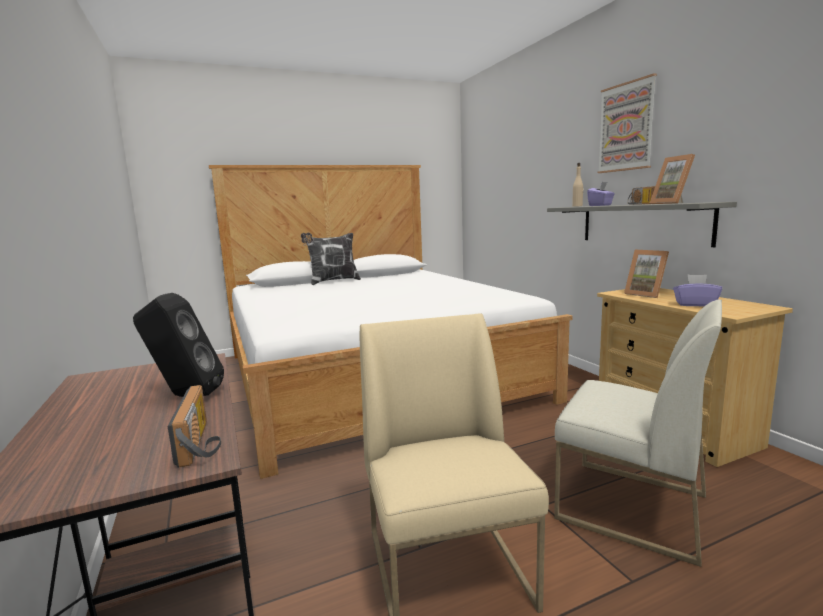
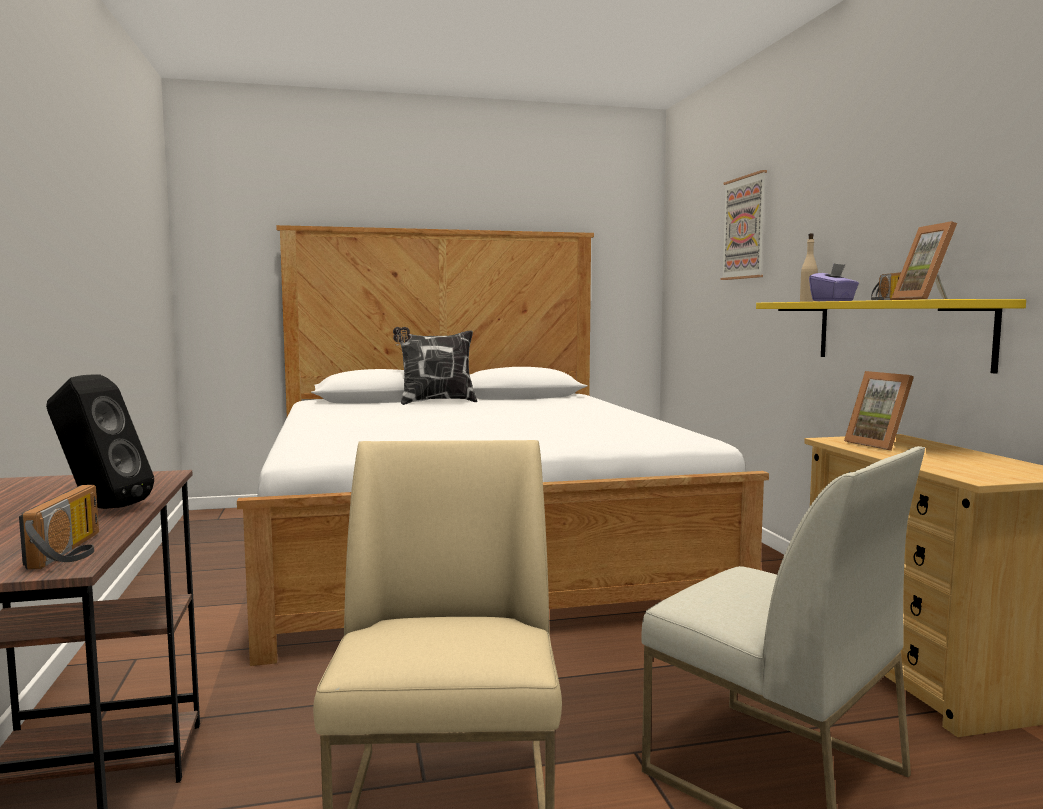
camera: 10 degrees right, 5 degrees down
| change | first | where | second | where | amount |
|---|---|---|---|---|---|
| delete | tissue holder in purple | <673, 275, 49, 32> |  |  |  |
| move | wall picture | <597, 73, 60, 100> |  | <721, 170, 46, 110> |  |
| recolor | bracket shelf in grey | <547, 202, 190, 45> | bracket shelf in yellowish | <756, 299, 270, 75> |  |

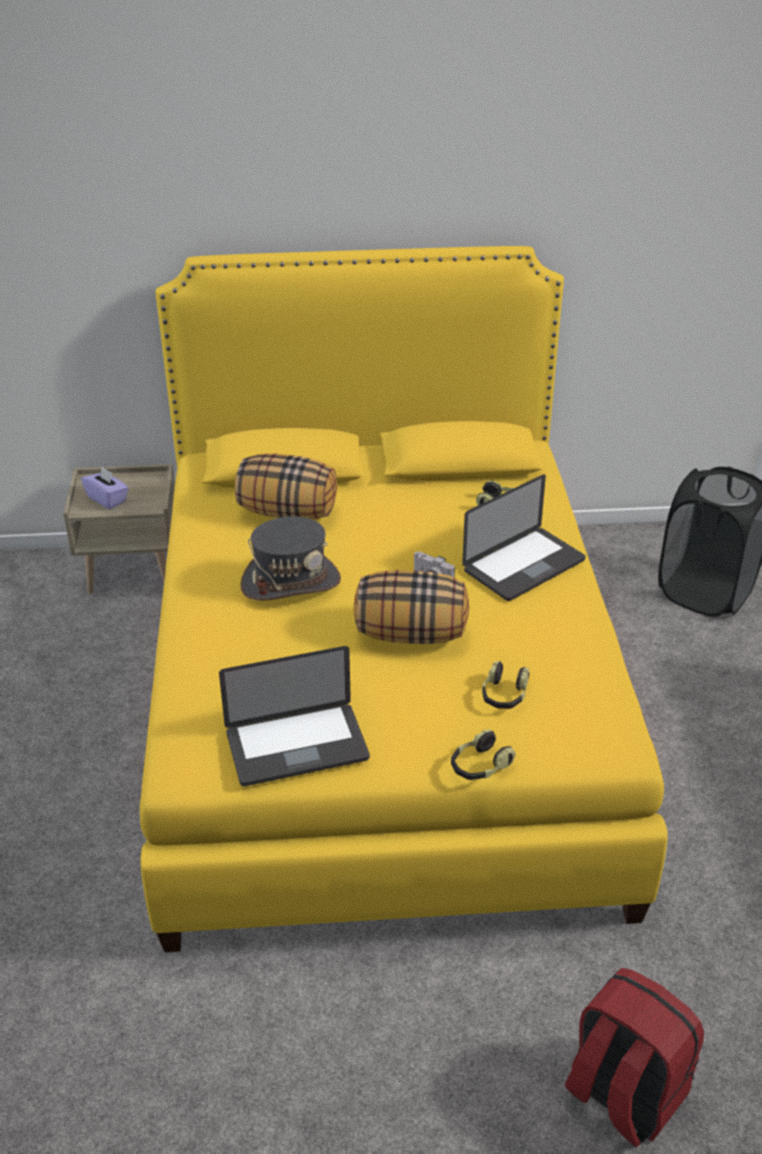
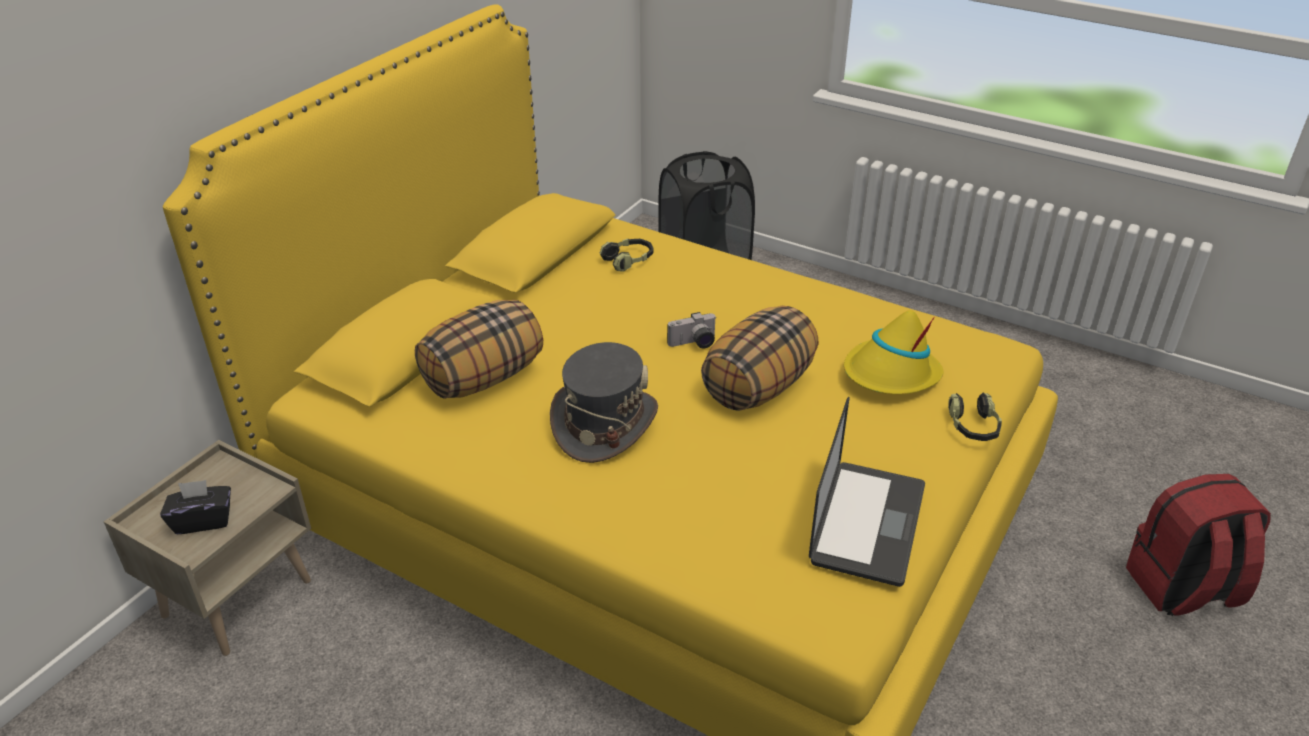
camera: 55 degrees left, 0 degrees up
| change | first | where | second | where | amount |
|---|---|---|---|---|---|
| delete | portable computer | <462, 474, 123, 127> |  |  |  |
| replace | pair of headphones | <482, 661, 47, 48> | clothing hat in yellowish | <844, 310, 100, 85> |  |
| recolor | tissue holder in purple | <81, 467, 48, 42> | tissue holder in blackish | <160, 480, 71, 54> |  |

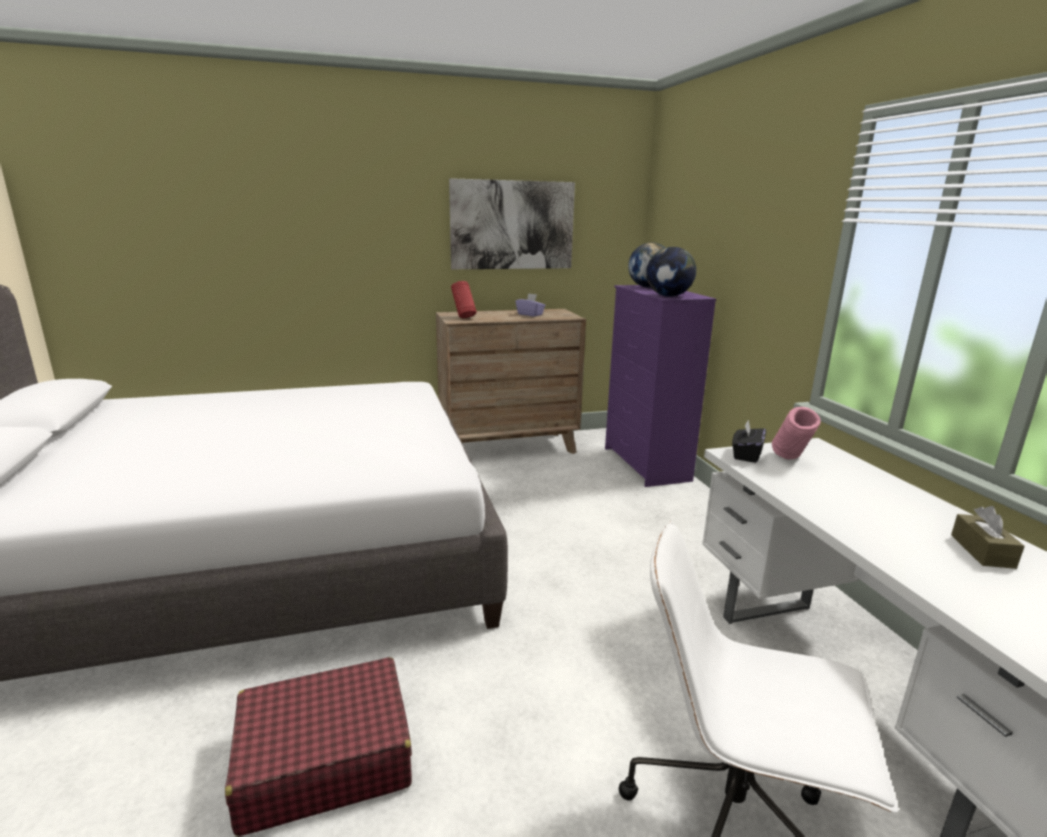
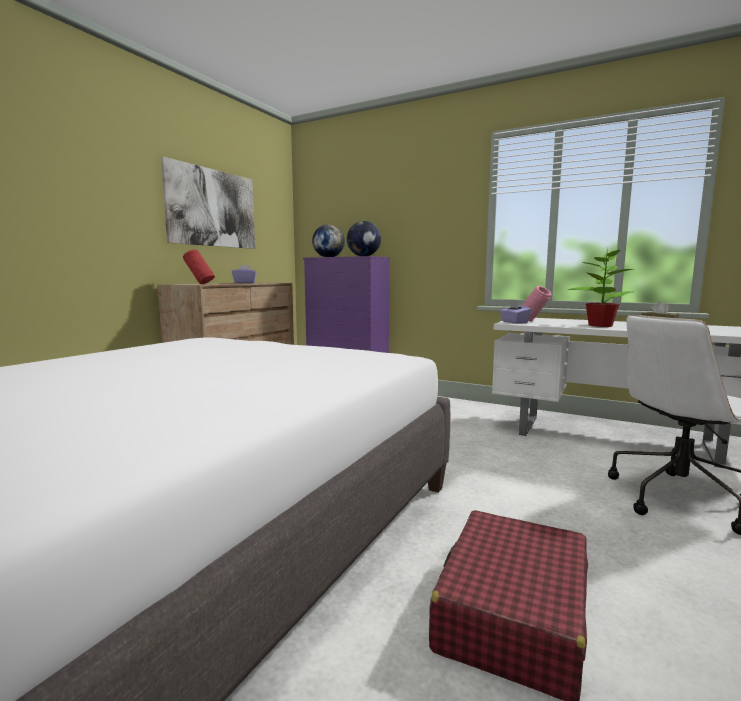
camera: 45 degrees left, 10 degrees down
| change | first | where | second | where | amount |
|---|---|---|---|---|---|
| insert |  |  | plant in a pot | <567, 247, 67, 80> |  |
| recolor | tissue holder in blackish | <732, 419, 34, 44> | tissue holder in purple | <500, 301, 31, 23> |  |

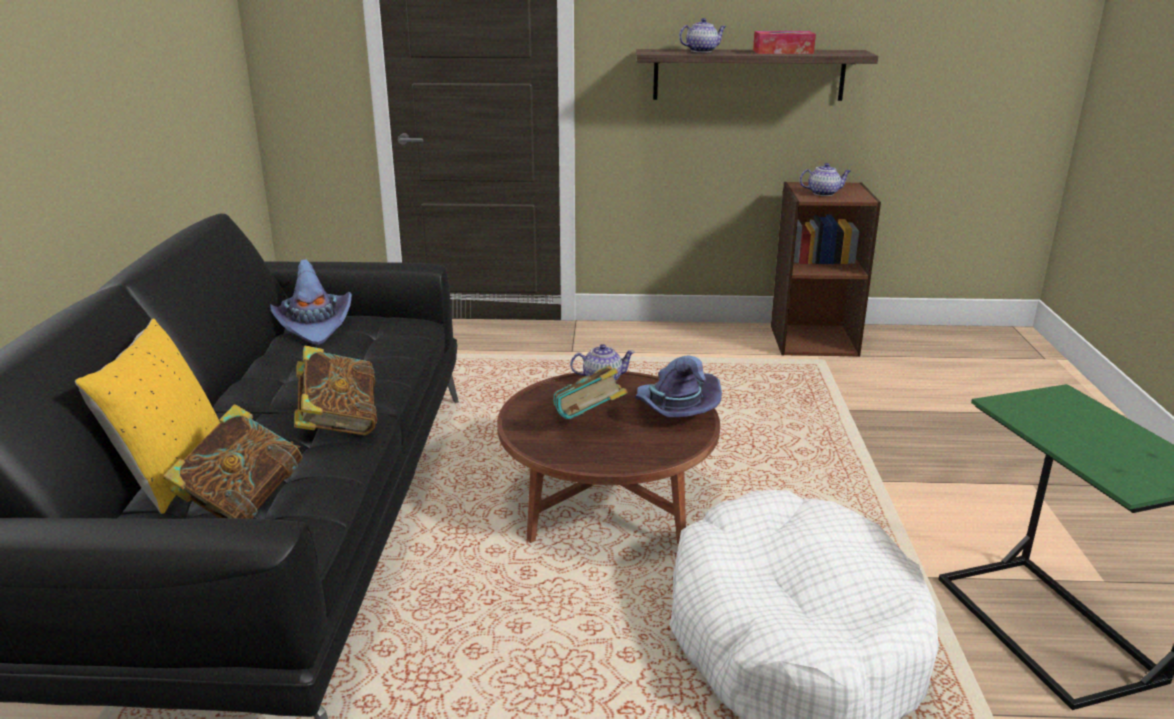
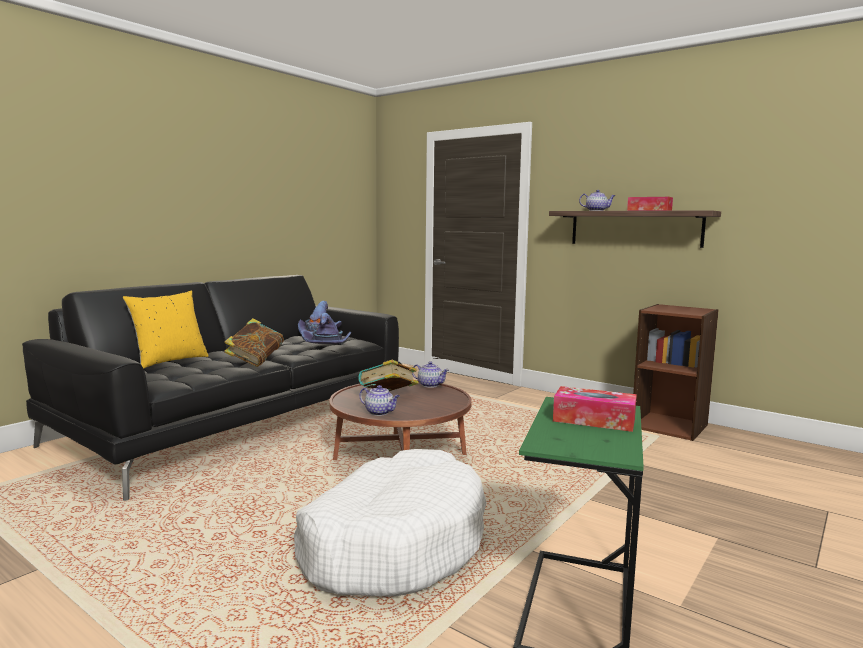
camera: 35 degrees right, 15 degrees down
| change | first | where | second | where | amount |
|---|---|---|---|---|---|
| delete | volume | <163, 404, 139, 115> |  |  |  |
| insert |  |  | tissue holder | <553, 386, 84, 46> |  |
| move | clothing hat in purple | <635, 356, 87, 61> |  | <302, 313, 49, 31> |  |
| move | tea pot | <800, 163, 51, 33> |  | <359, 385, 41, 31> |  |

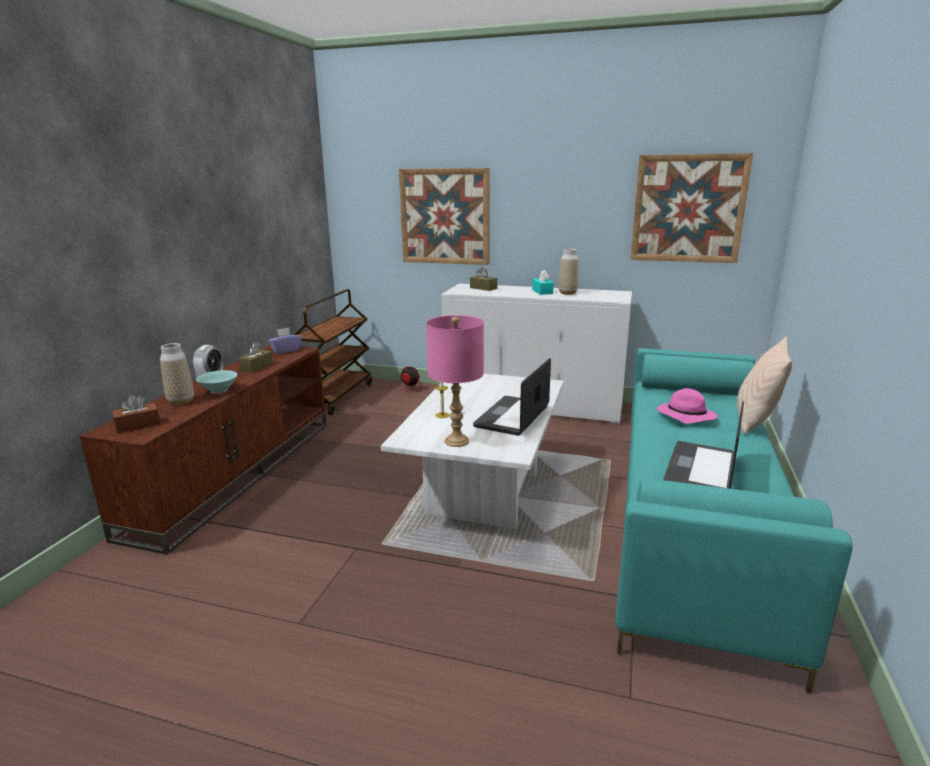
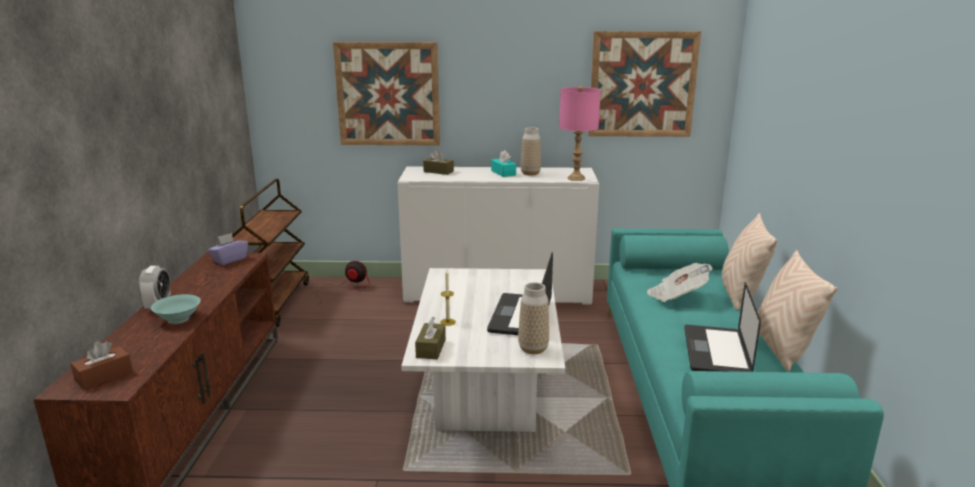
camera: 15 degrees left, 0 degrees up
| change | first | where | second | where | amount |
|---|---|---|---|---|---|
| insert |  |  | cushion in beige-coloured | <758, 250, 80, 121> |  |
| move | vase | <160, 343, 34, 62> |  | <518, 282, 31, 72> |  |
| move | tissue holder in brownish | <238, 342, 35, 30> |  | <415, 316, 31, 43> |  |
| move | tabletop lamp in pink-coloured | <426, 315, 58, 132> |  | <559, 86, 42, 95> |  |
| replace | clothing hat in pink-coloured | <657, 388, 61, 36> | newspaper | <647, 263, 66, 39> |  |

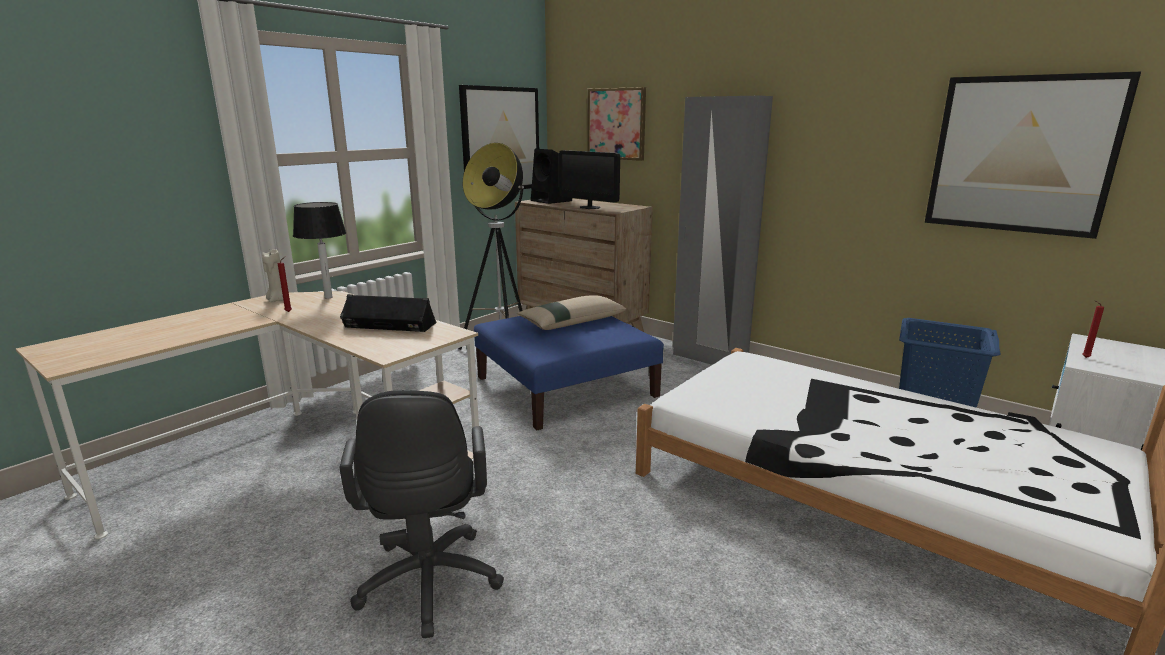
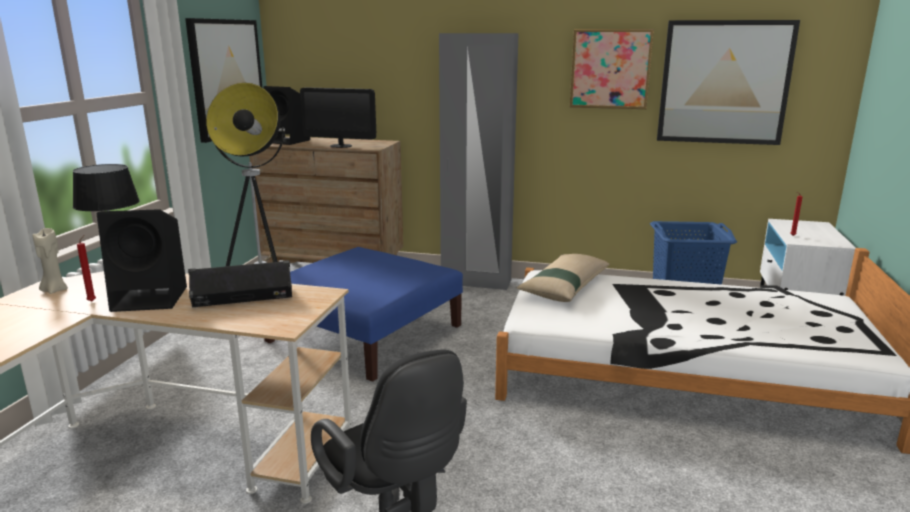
camera: 25 degrees left, 0 degrees up
| change | first | where | second | where | amount |
|---|---|---|---|---|---|
| insert |  |  | loudspeaker in blackish | <97, 209, 90, 103> |  |
| move | cushion in beige-coloured | <517, 295, 109, 35> |  | <517, 254, 93, 48> |  |
| move | wall picture | <587, 87, 59, 74> |  | <570, 29, 84, 80> |  |

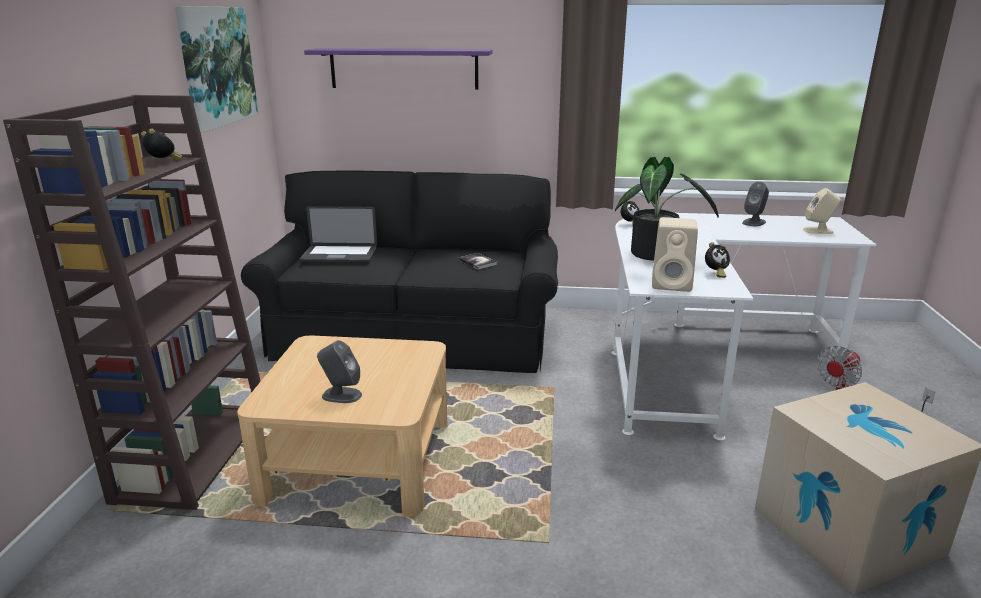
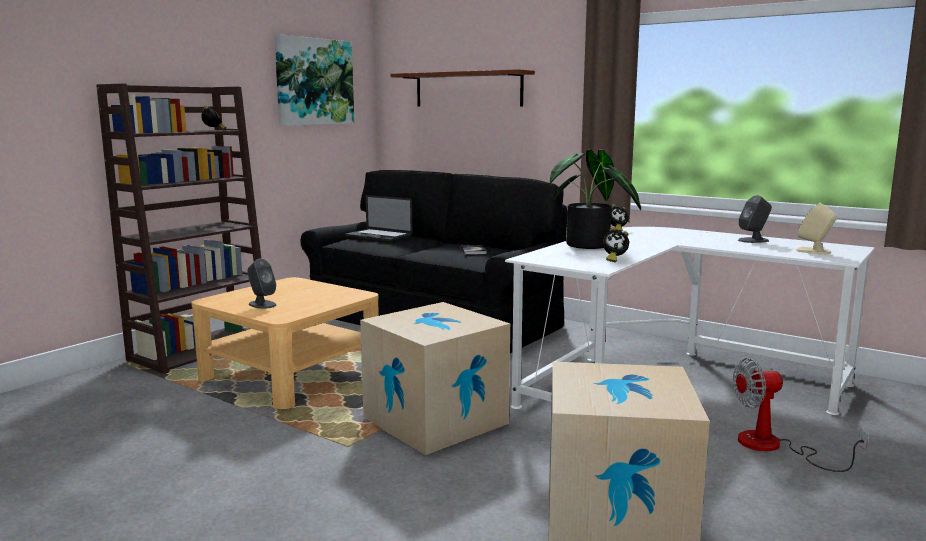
camera: 30 degrees right, 10 degrees down
| change | first | where | second | where | amount |
|---|---|---|---|---|---|
| delete | loudspeaker in beige-coloured | <652, 217, 46, 75> |  |  |  |
| insert |  |  | cardboard box | <360, 302, 150, 153> |  |
| recolor | bracket shelf in purple | <304, 48, 189, 42> | bracket shelf in brownish | <391, 69, 144, 38> |  |

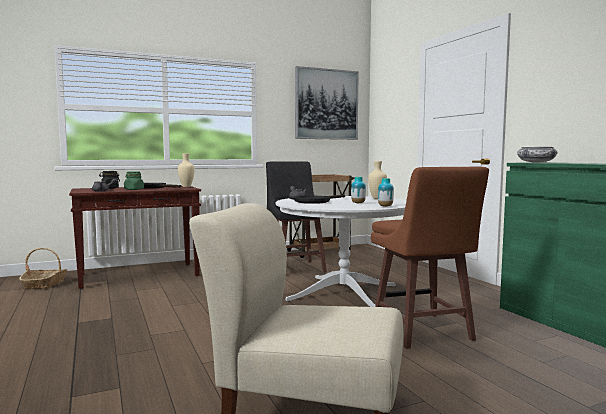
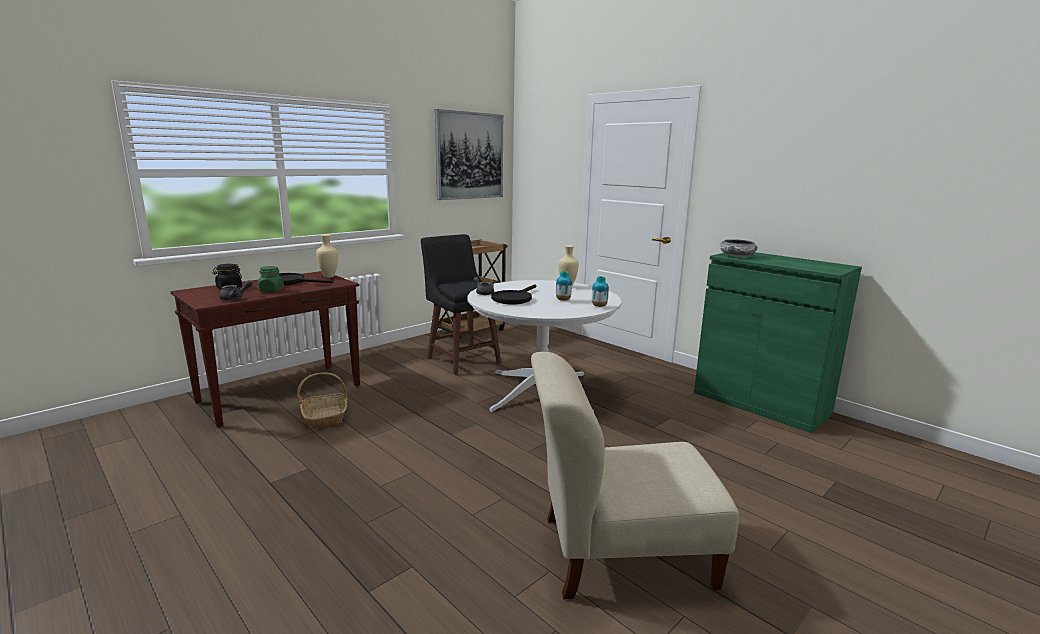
camera: 20 degrees left, 10 degrees up
| change | first | where | second | where | amount |
|---|---|---|---|---|---|
| delete | sitting stool in brownish | <371, 167, 118, 182> |  |  |  |
| move | storage basket | <19, 248, 48, 41> |  | <297, 372, 51, 57> |  |

